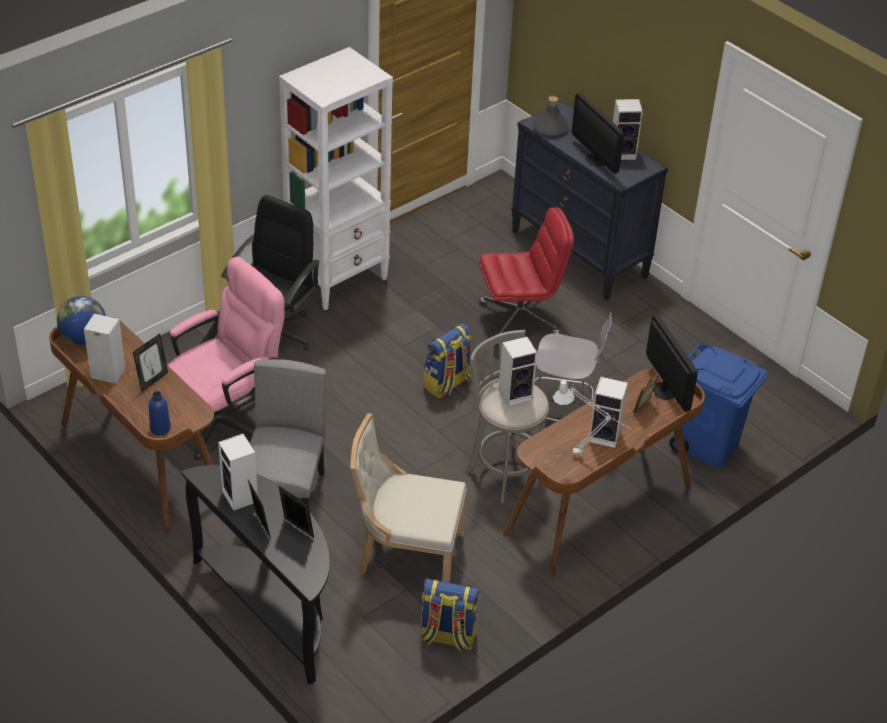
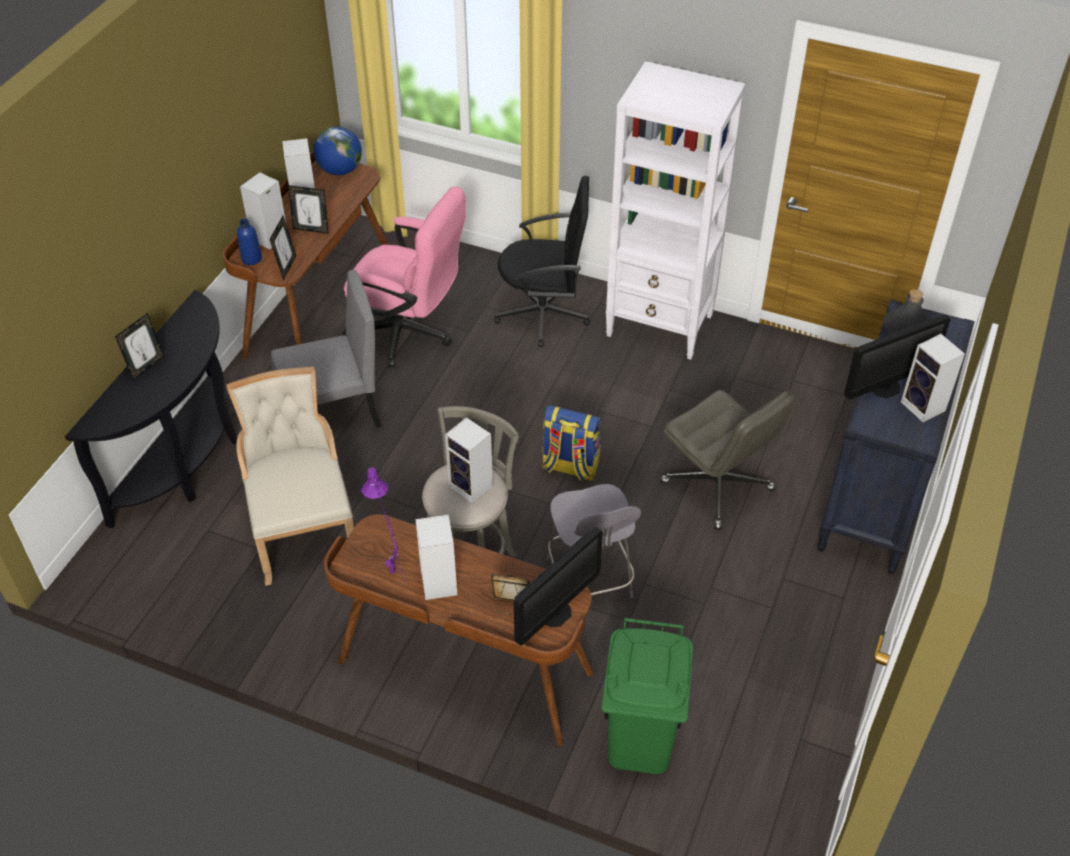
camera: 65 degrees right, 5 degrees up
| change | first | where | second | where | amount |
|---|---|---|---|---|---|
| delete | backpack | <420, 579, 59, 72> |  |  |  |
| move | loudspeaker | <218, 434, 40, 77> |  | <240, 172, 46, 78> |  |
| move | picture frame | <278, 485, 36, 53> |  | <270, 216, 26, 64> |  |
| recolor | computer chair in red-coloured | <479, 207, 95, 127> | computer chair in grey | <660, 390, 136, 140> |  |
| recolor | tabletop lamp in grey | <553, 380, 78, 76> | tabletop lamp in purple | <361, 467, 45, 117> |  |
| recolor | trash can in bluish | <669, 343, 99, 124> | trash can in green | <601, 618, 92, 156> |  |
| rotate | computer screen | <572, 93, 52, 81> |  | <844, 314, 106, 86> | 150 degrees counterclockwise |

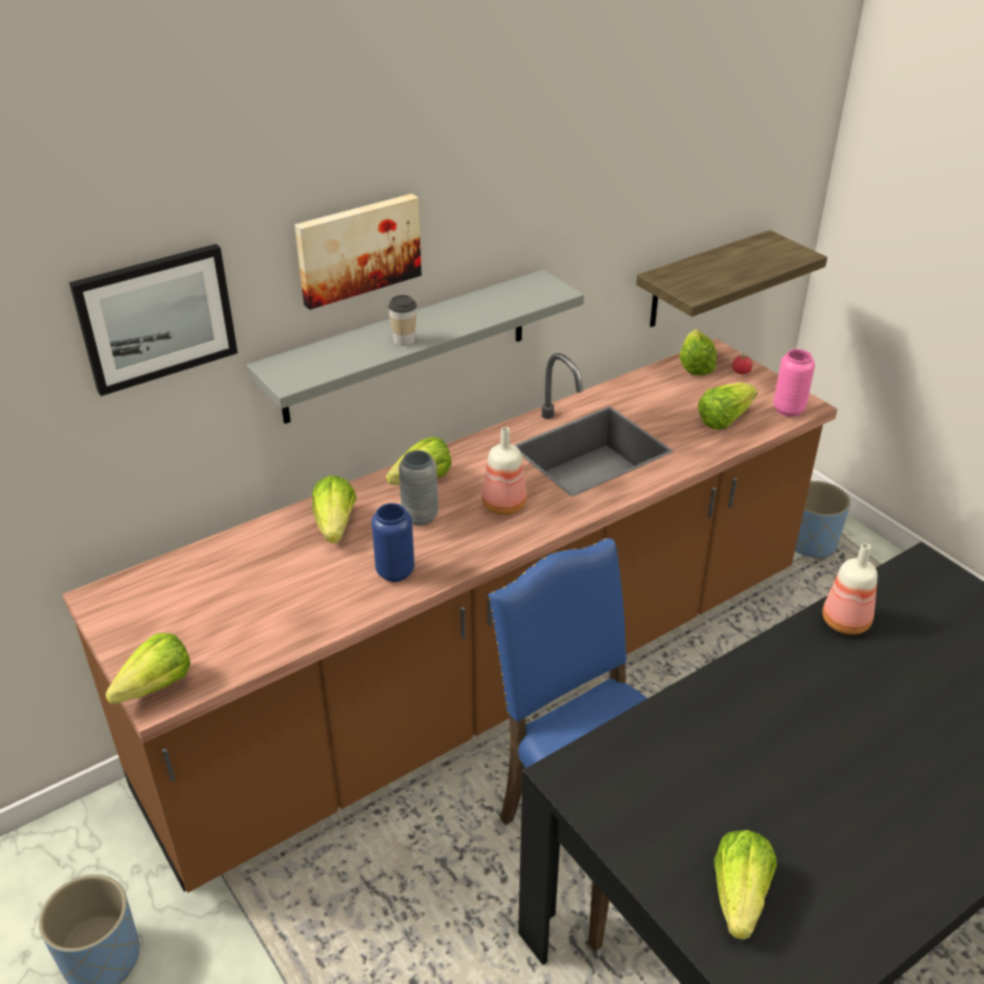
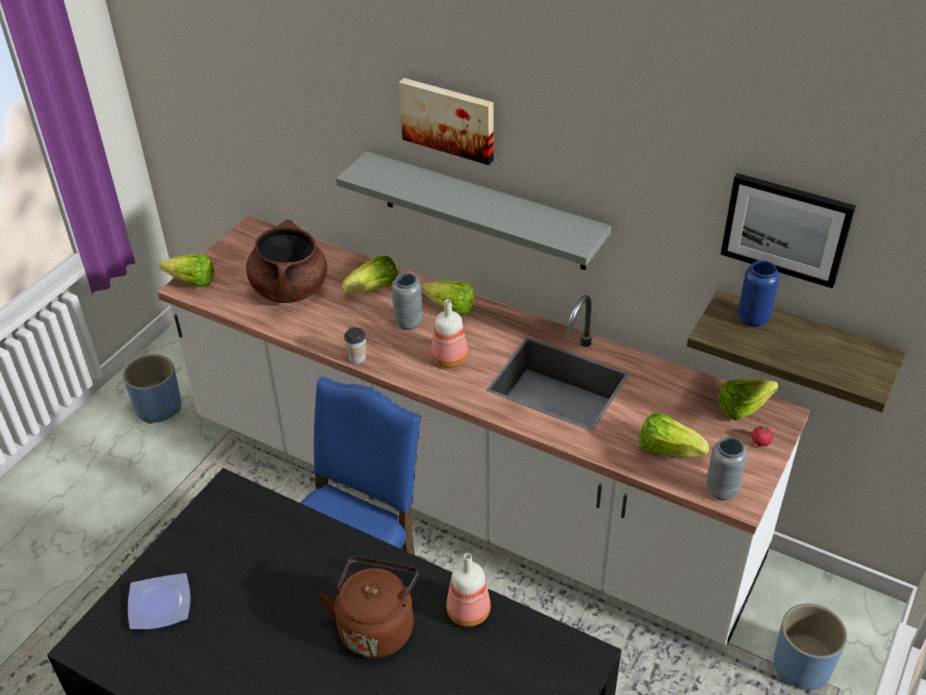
camera: 65 degrees right, 5 degrees up
| change | first | where | second | where | amount |
|---|---|---|---|---|---|
| insert |  |  | cooking pot in brownish | <246, 219, 81, 84> |  |
| insert |  |  | water kettle in brownish | <319, 556, 100, 103> |  |
| move | wall picture | <69, 244, 169, 152> |  | <721, 173, 135, 116> |  |
| move | vase in bluish | <371, 503, 44, 79> |  | <738, 260, 42, 67> |  |
| move | small cup | <388, 295, 29, 51> |  | <344, 327, 22, 37> |  |
| replace | lettuce head | <714, 830, 63, 110> | plate | <128, 573, 63, 57> |  |
| recolor | counter in brownish | <62, 338, 775, 555> | counter in white-coloured | <158, 215, 652, 430> |  |
| recolor | vase in pink-coloured | <773, 349, 42, 68> | vase in grey | <706, 437, 42, 63> |  |

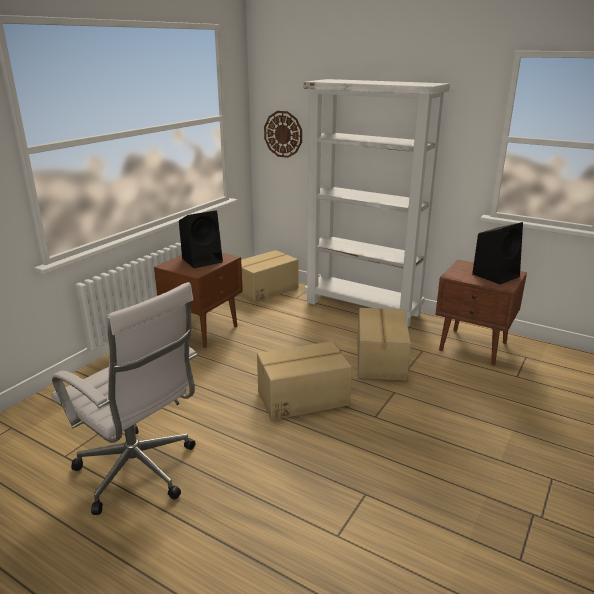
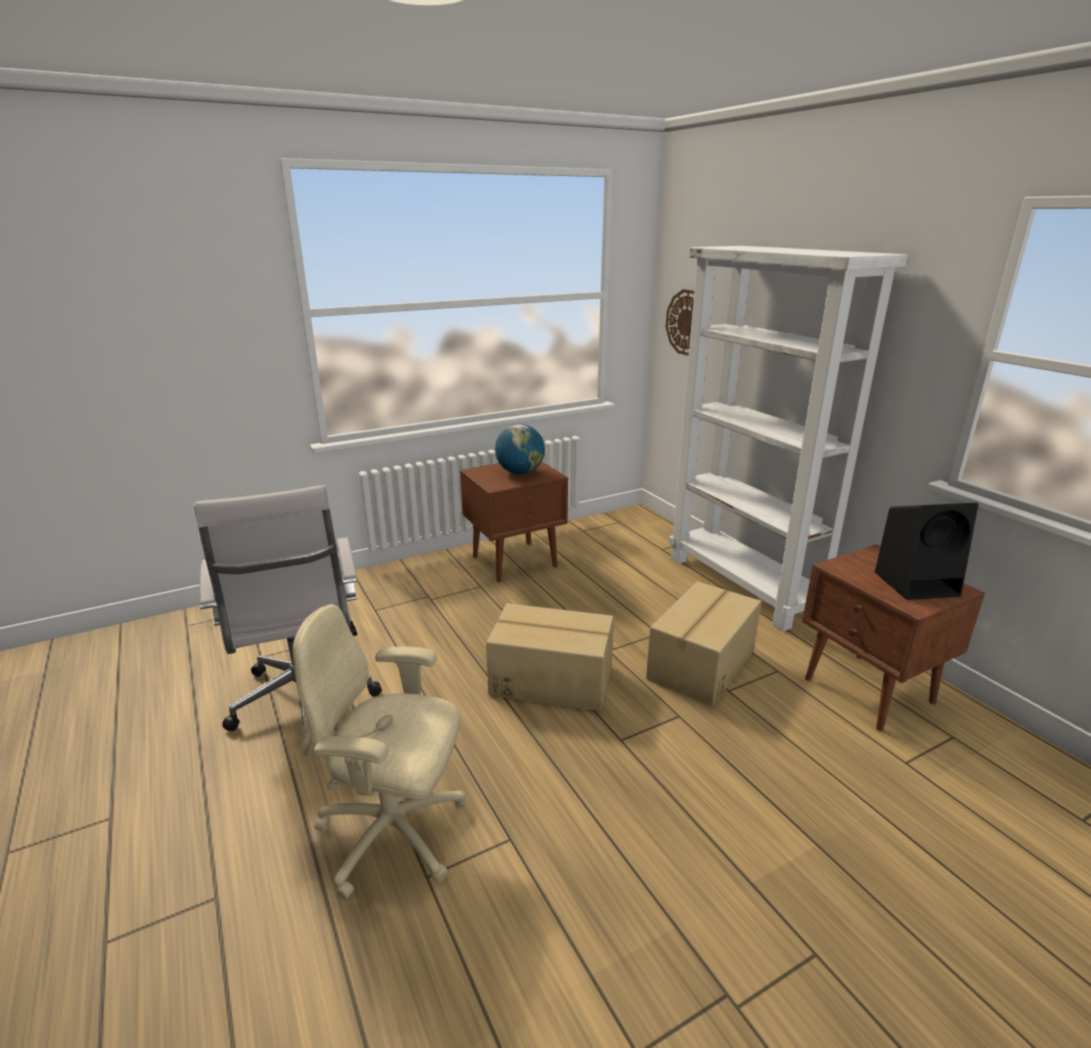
camera: 30 degrees right, 0 degrees up
| change | first | where | second | where | amount |
|---|---|---|---|---|---|
| delete | cardboard box | <238, 250, 61, 53> |  |  |  |
| insert |  |  | computer chair in beige-coloured | <293, 604, 173, 296> |  |
| replace | loudspeaker in blackish | <179, 211, 44, 57> | desk globe | <495, 424, 50, 50> |  |

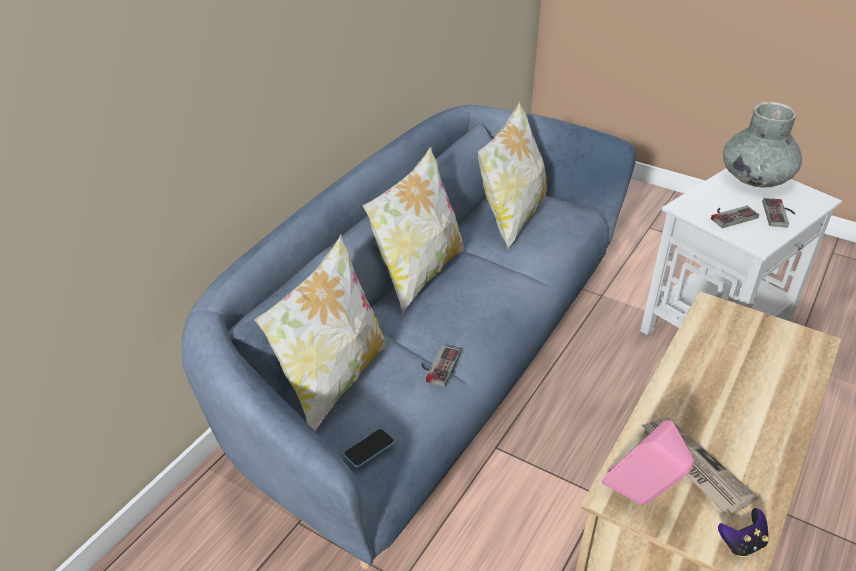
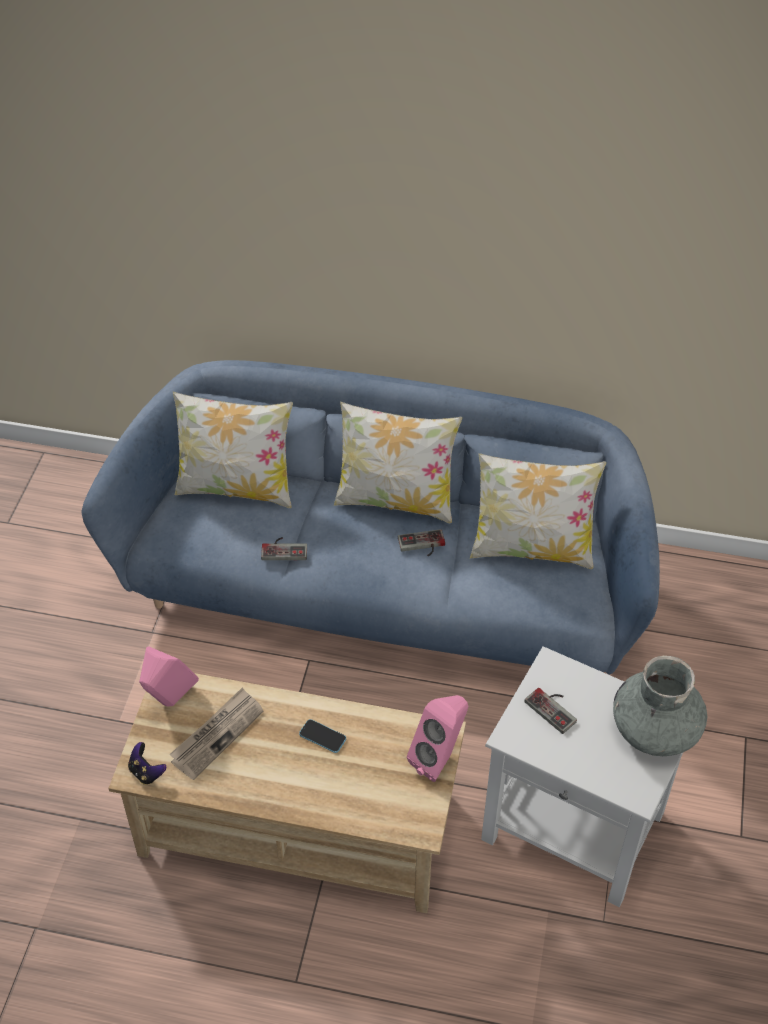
camera: 70 degrees right, 10 degrees up
| change | first | where | second | where | amount |
|---|---|---|---|---|---|
| insert |  |  | loudspeaker in pink-coloured | <407, 695, 61, 87> |  |
| move | telephone | <344, 429, 50, 38> |  | <299, 719, 47, 34> |  |
| move | joypad | <762, 198, 34, 30> |  | <398, 529, 47, 27> |  |

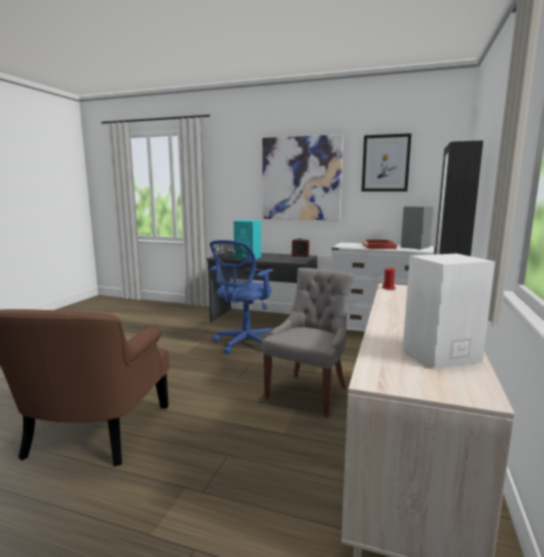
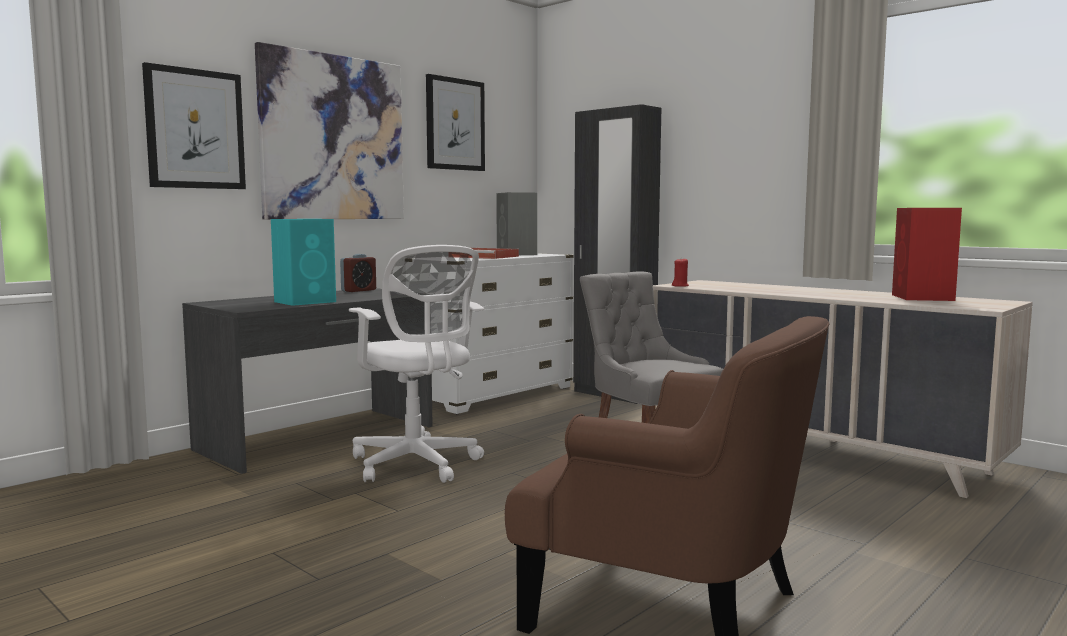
camera: 65 degrees left, 5 degrees down
| change | first | where | second | where | amount |
|---|---|---|---|---|---|
| insert |  |  | wall picture | <142, 62, 104, 127> |  |
| recolor | computer chair in bluish | <209, 240, 65, 114> | computer chair in white-coloured | <349, 245, 135, 238> |  |
| recolor | loudspeaker in white-coloured | <403, 253, 92, 116> | loudspeaker in red-coloured | <892, 208, 70, 93> |  |

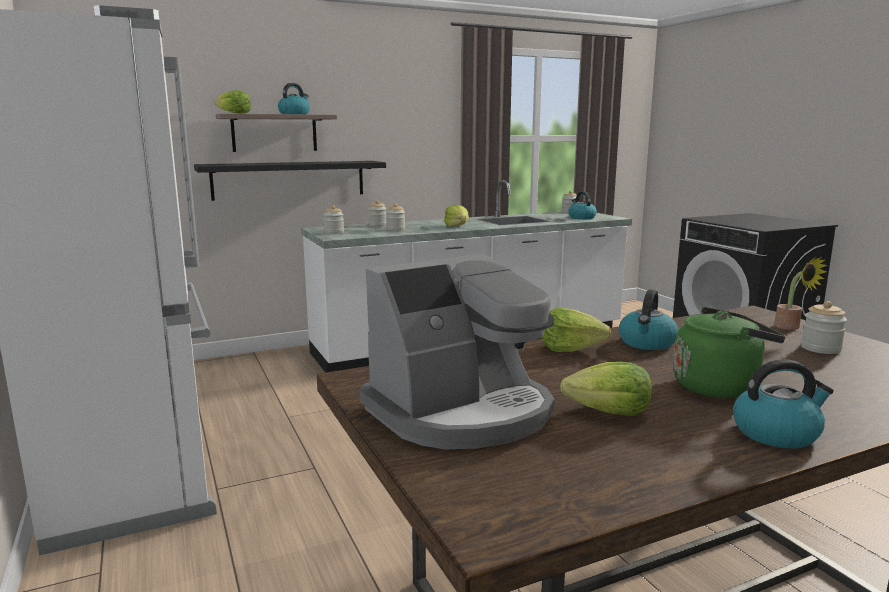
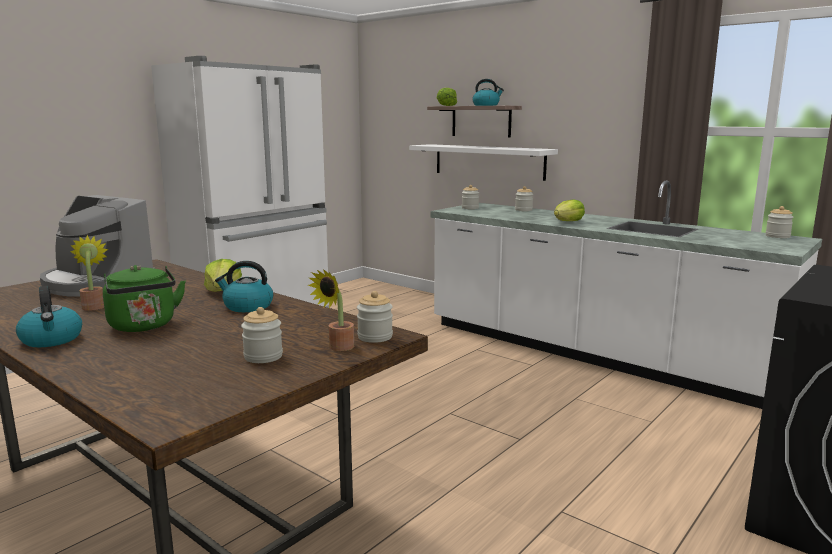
camera: 65 degrees right, 0 degrees up
| change | first | where | second | where | amount |
|---|---|---|---|---|---|
| delete | water kettle | <568, 191, 29, 28> |  |  |  |
| move | preserve jar | <386, 203, 19, 28> |  | <357, 291, 36, 52> |  |
| replace | lettuce head | <560, 362, 92, 54> | plant in a pot | <70, 235, 39, 76> |  |
| recolor | bracket shelf in blackish | <194, 161, 192, 40> | bracket shelf in white-coloured | <409, 144, 149, 37> |  |

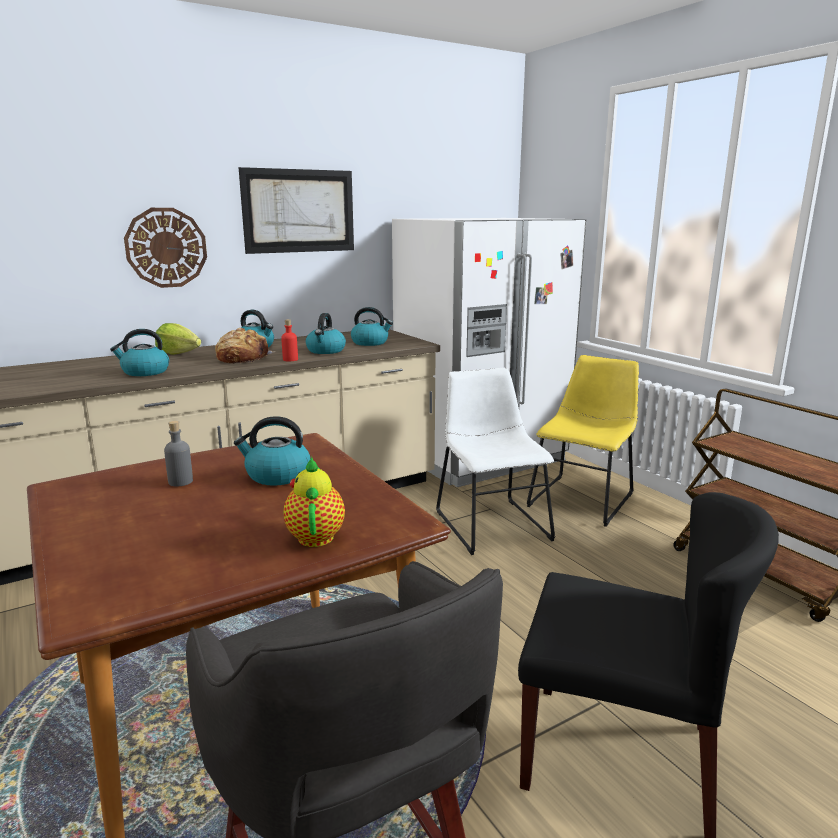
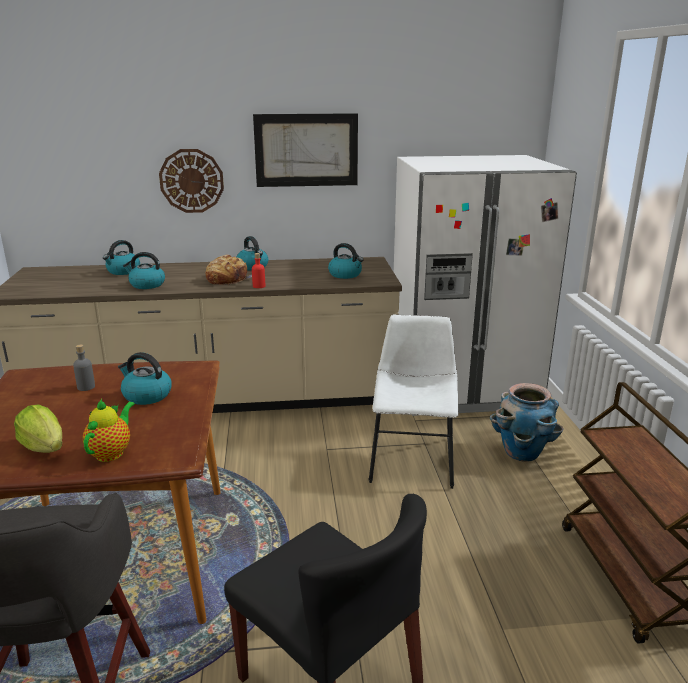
camera: 25 degrees right, 5 degrees up
| change | first | where | second | where | amount |
|---|---|---|---|---|---|
| move | lettuce head | <155, 323, 46, 32> |  | <14, 405, 48, 48> |  |
| move | water kettle | <306, 313, 40, 41> |  | <103, 240, 37, 35> |  |
| replace | plain chair in yellowish | <526, 355, 113, 172> | planter | <490, 383, 74, 79> |  |

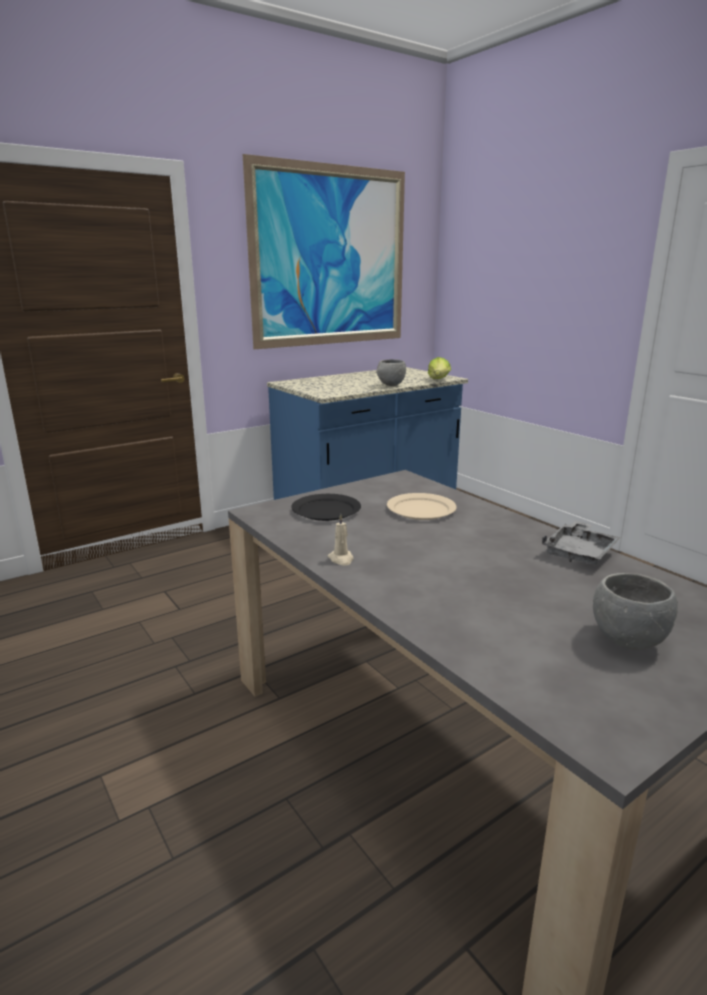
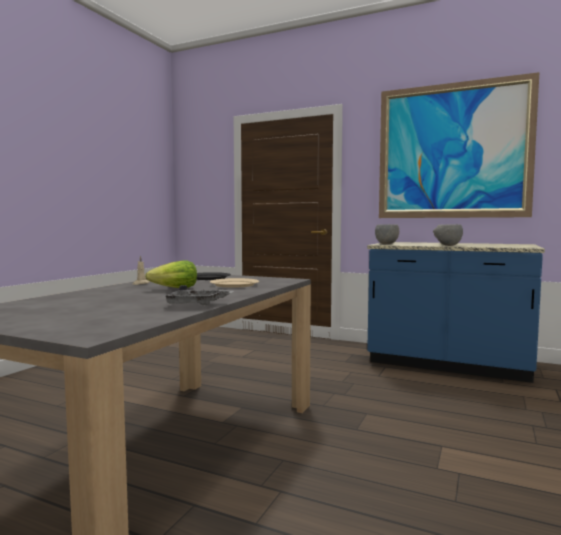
camera: 60 degrees right, 15 degrees down
| change | first | where | second | where | amount |
|---|---|---|---|---|---|
| move | lettuce head | <428, 357, 23, 22> |  | <145, 260, 52, 28> |  |
| move | serving bowl in grey | <593, 573, 85, 77> |  | <375, 224, 24, 20> |  |

